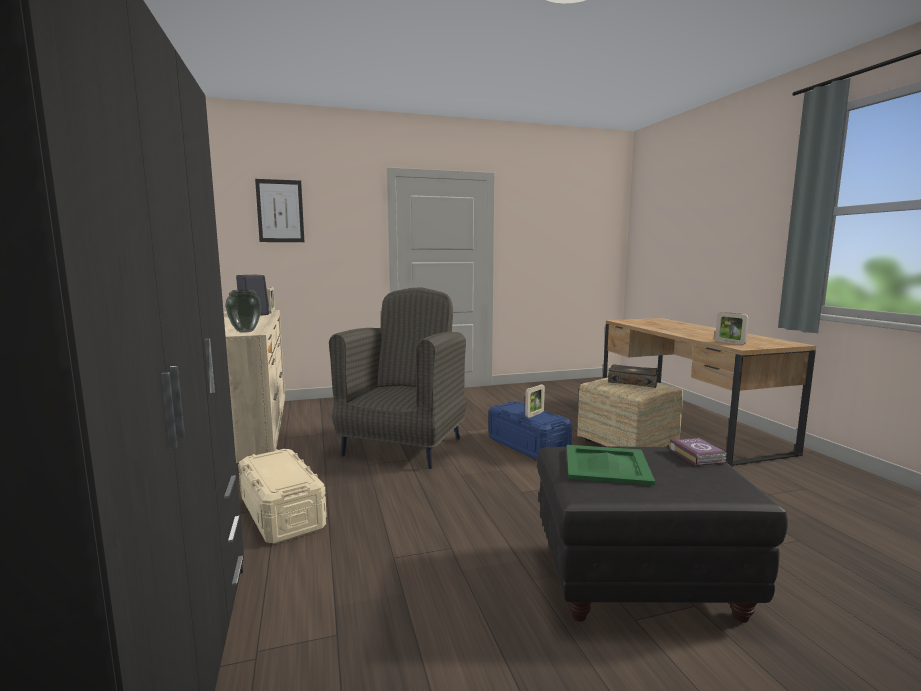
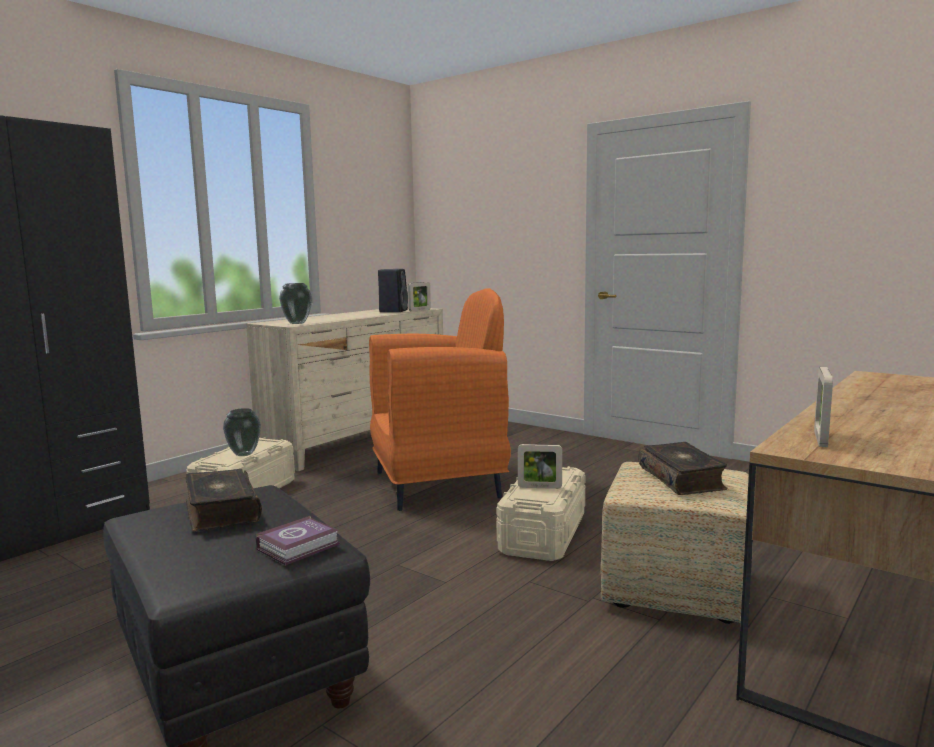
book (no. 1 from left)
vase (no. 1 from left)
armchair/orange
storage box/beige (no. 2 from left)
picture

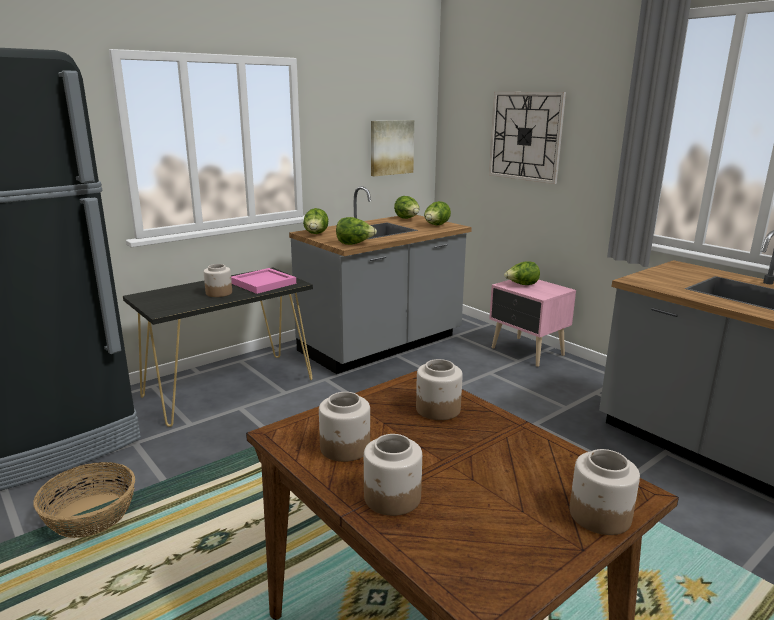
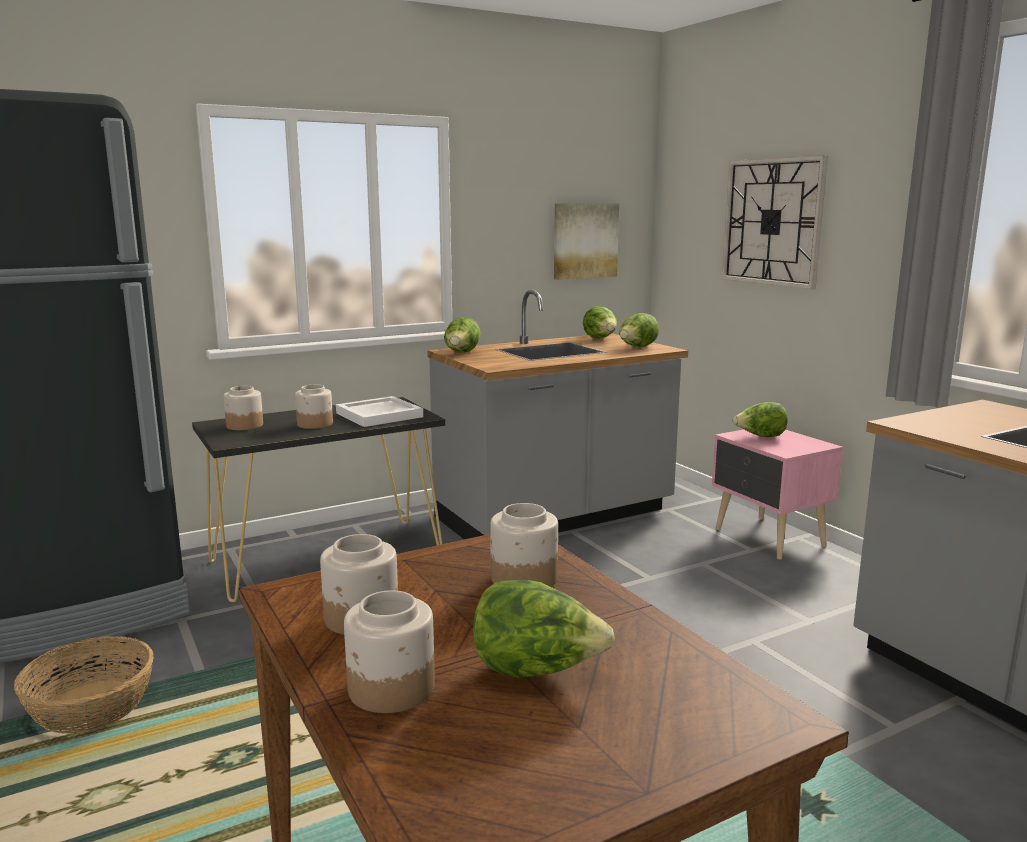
jar (no. 1 from left)
tray/white
lettuce (no. 2 from left)

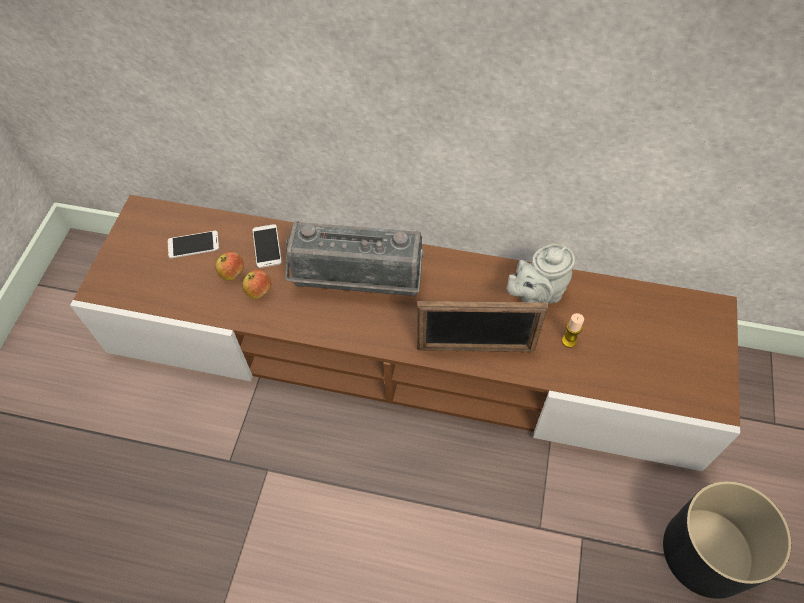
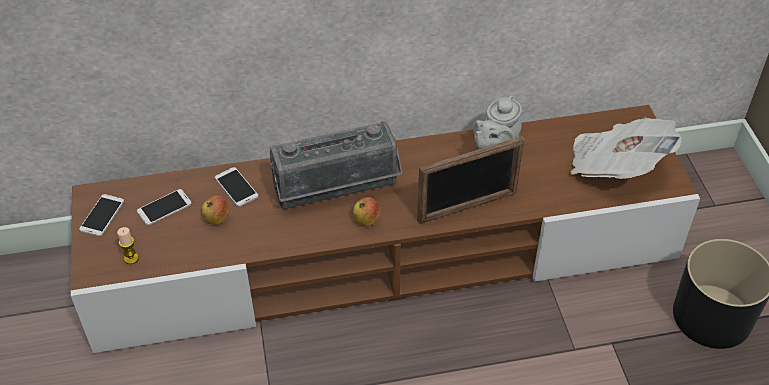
phone (no. 1 from left)
candle
apple (no. 2 from left)
newspaper

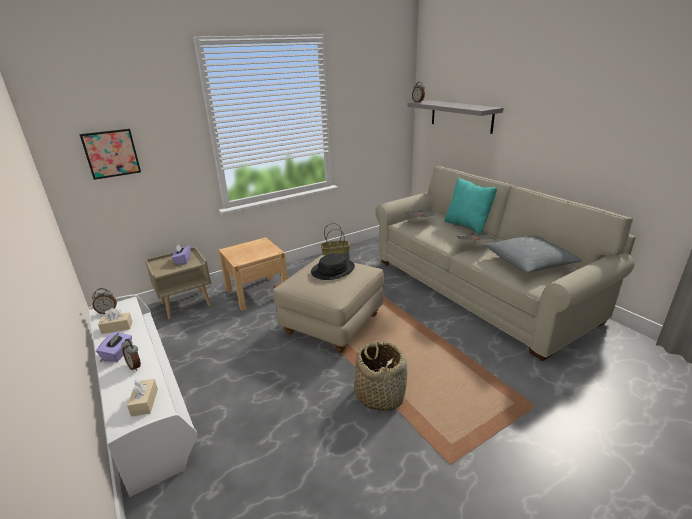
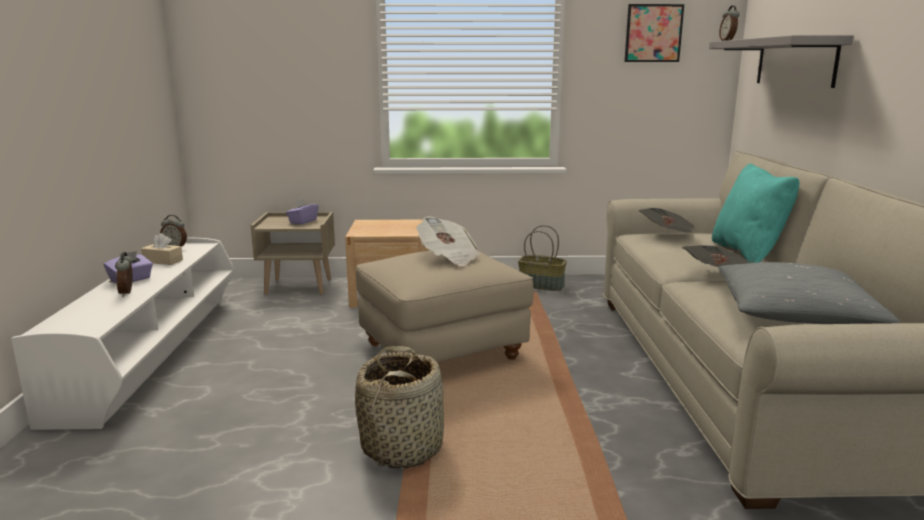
newspaper (no. 1 from left)
picture
tissue box/beige (no. 2 from left in the first image)

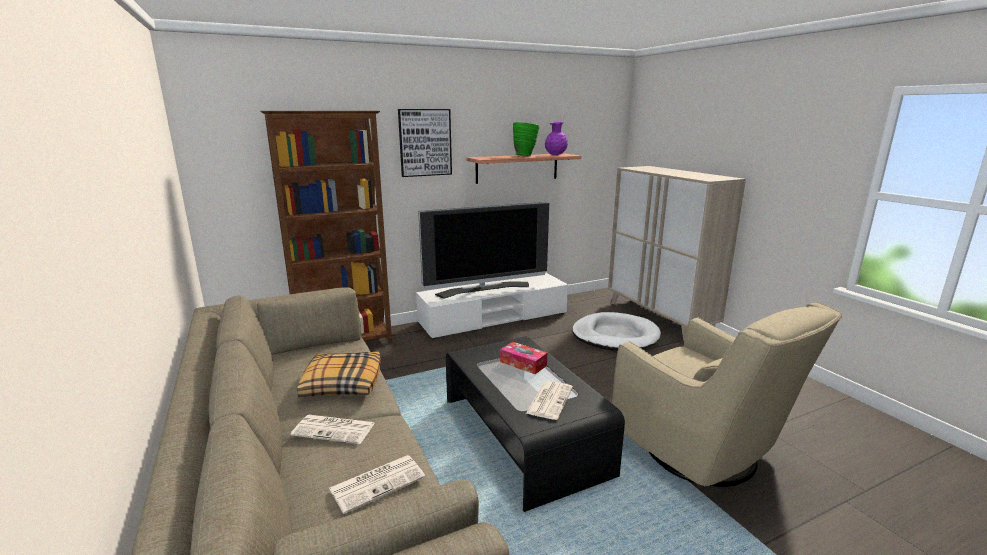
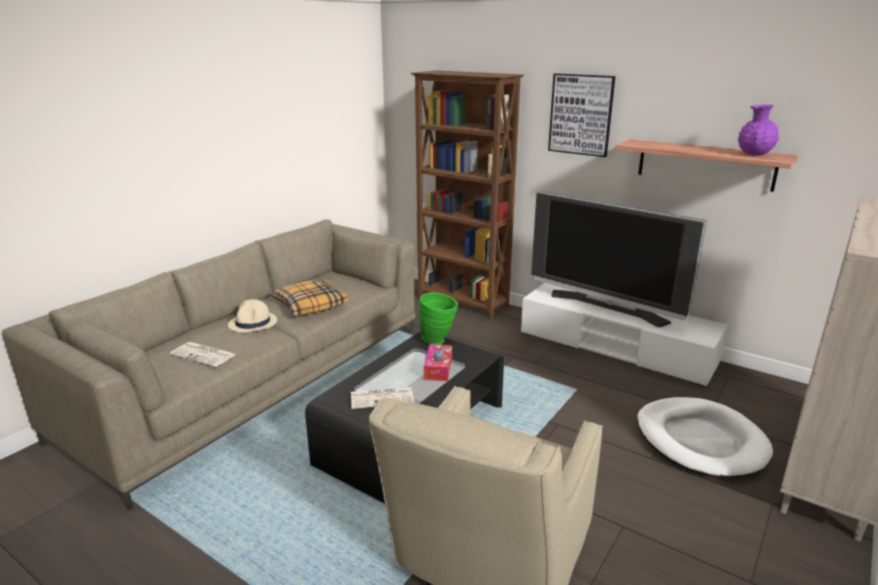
hat/beige
vase/green

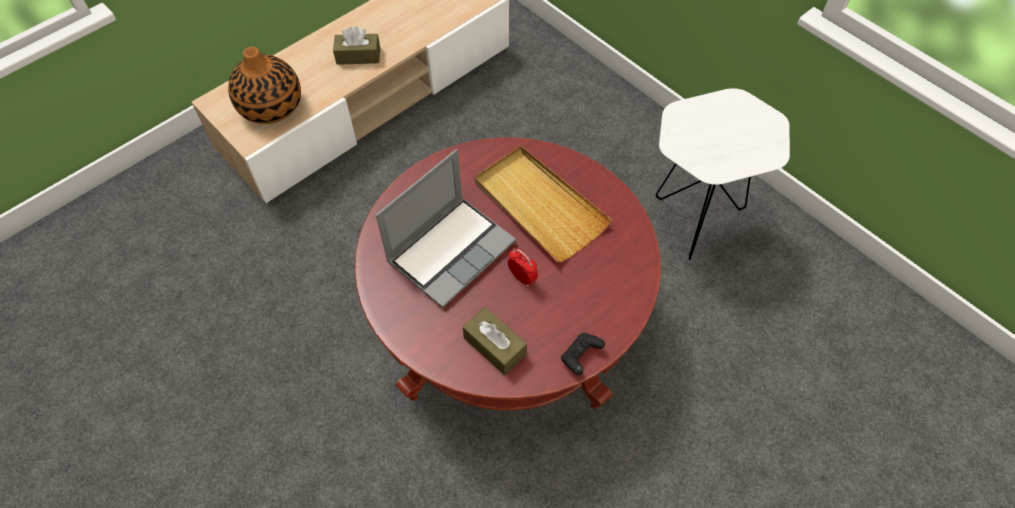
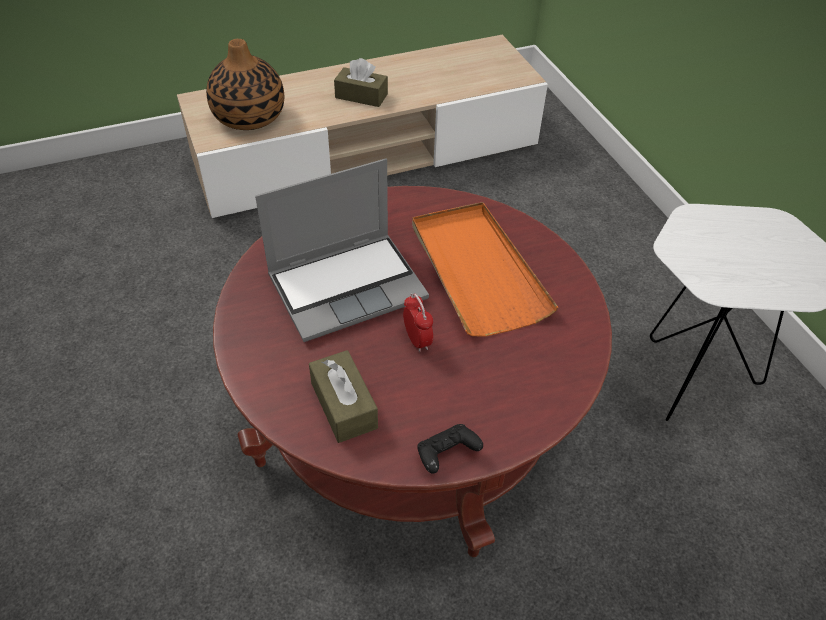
tray/orange

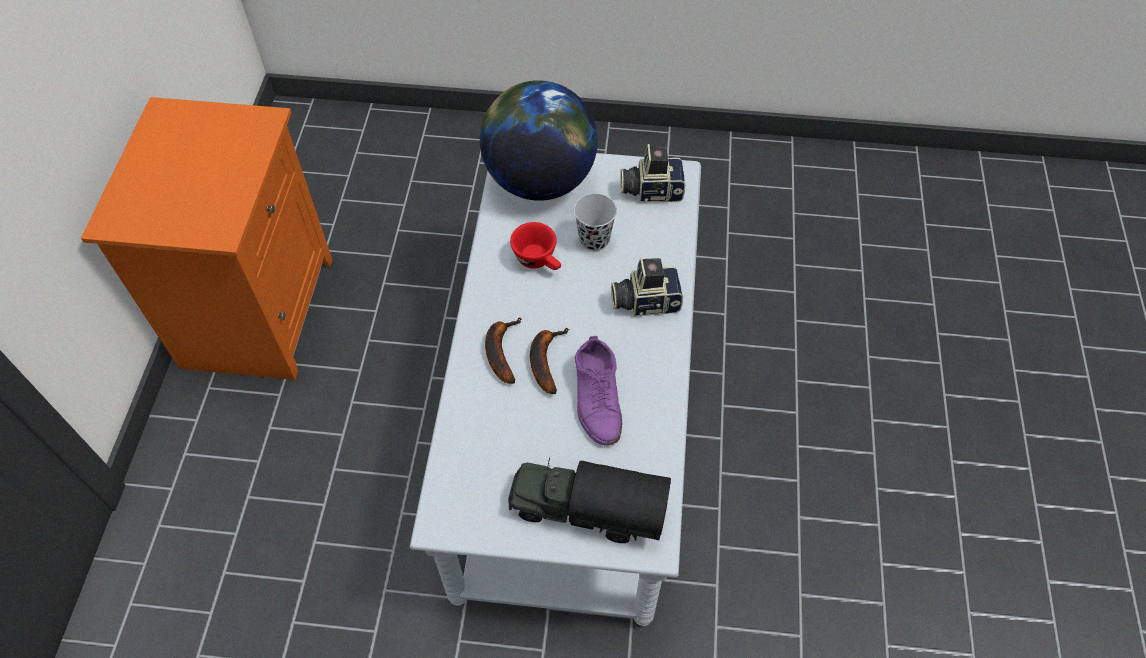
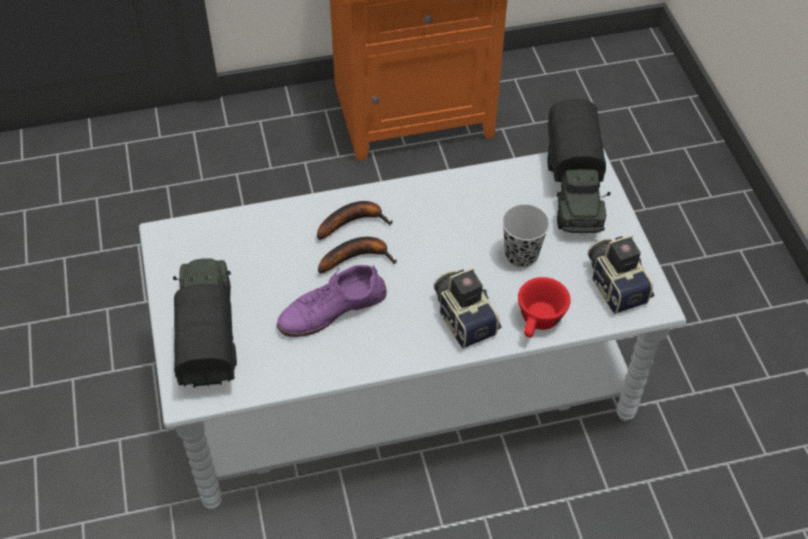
cup/red
toy truck (no. 2 from left)

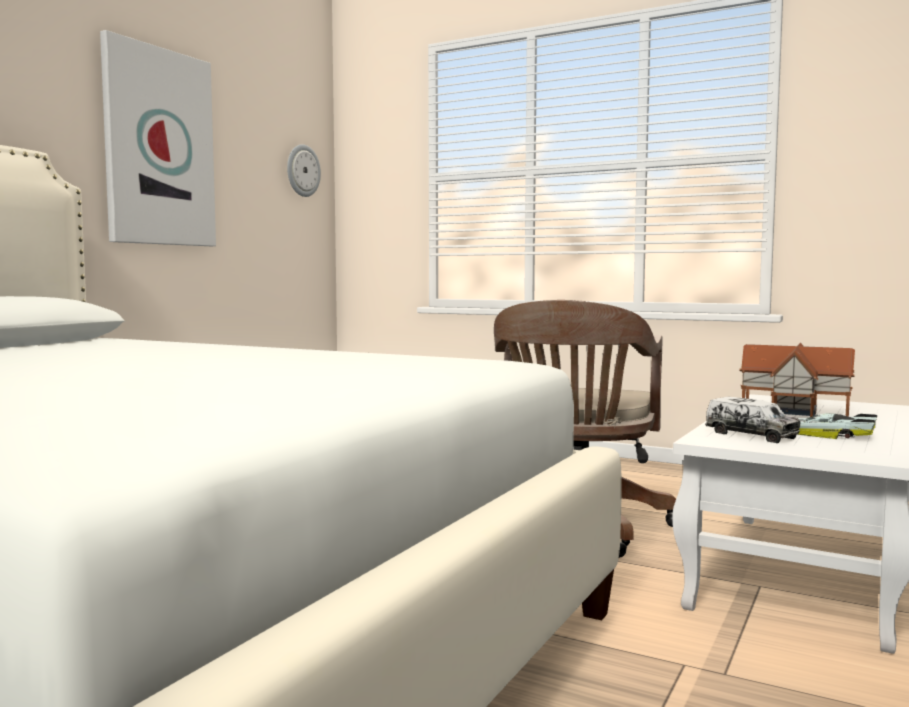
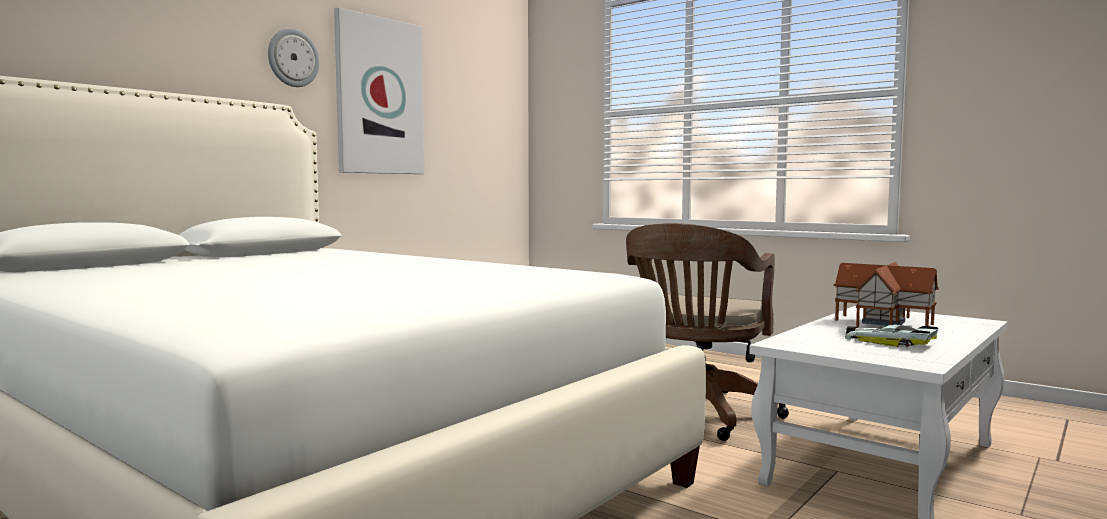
wall clock
toy truck

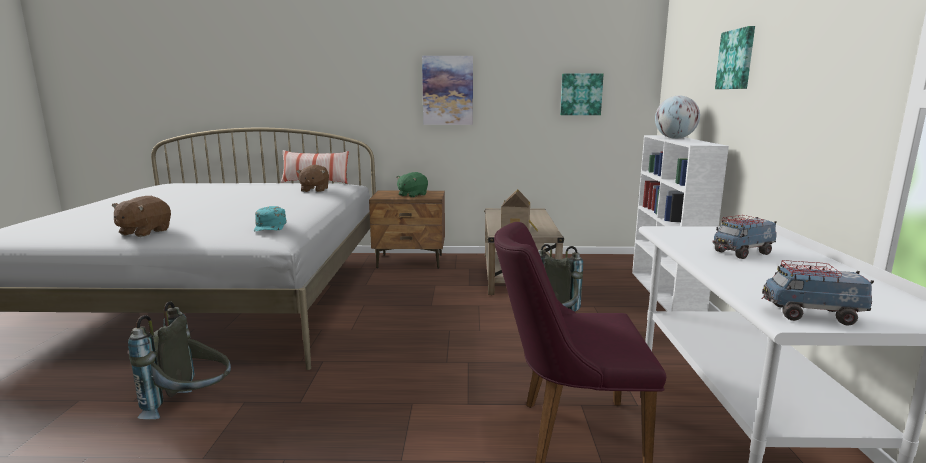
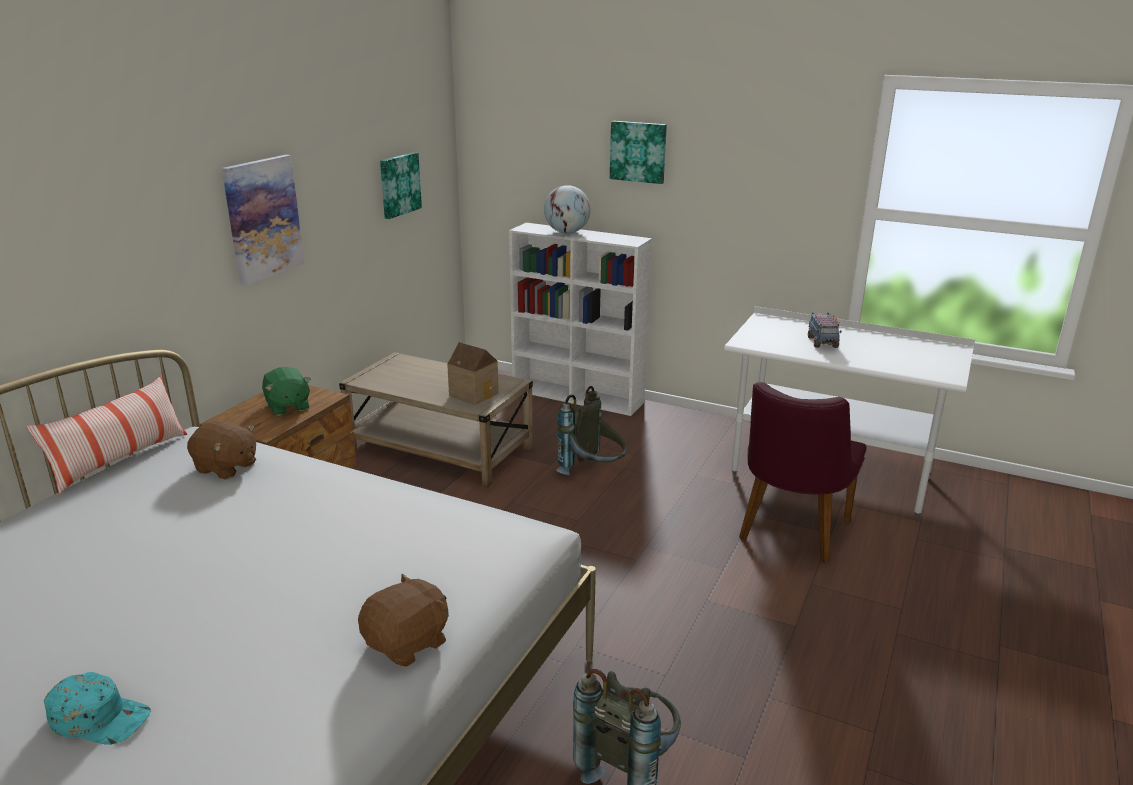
cap/turquoise
plush toy/brown (no. 2 from left)
toy truck (no. 2 from left in the first image)

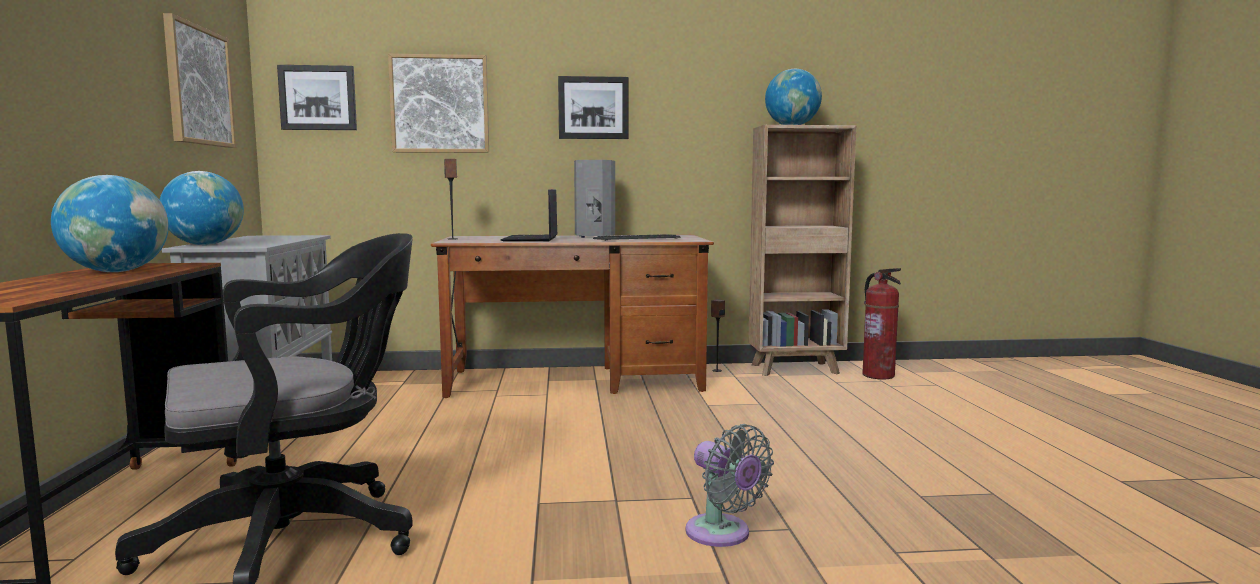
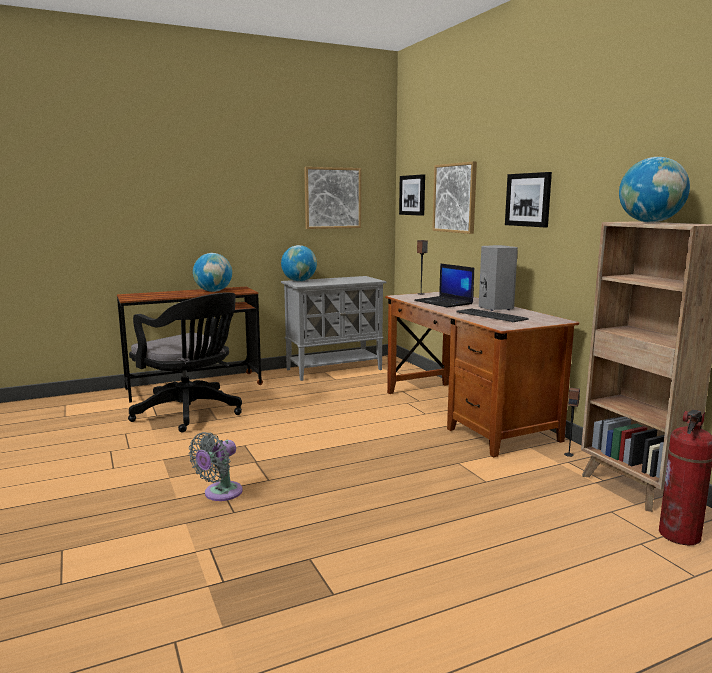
laptop

